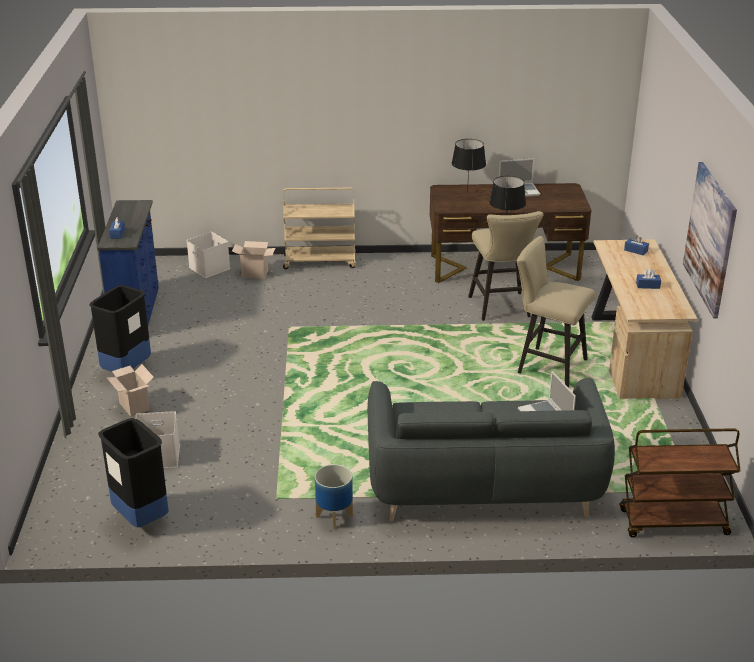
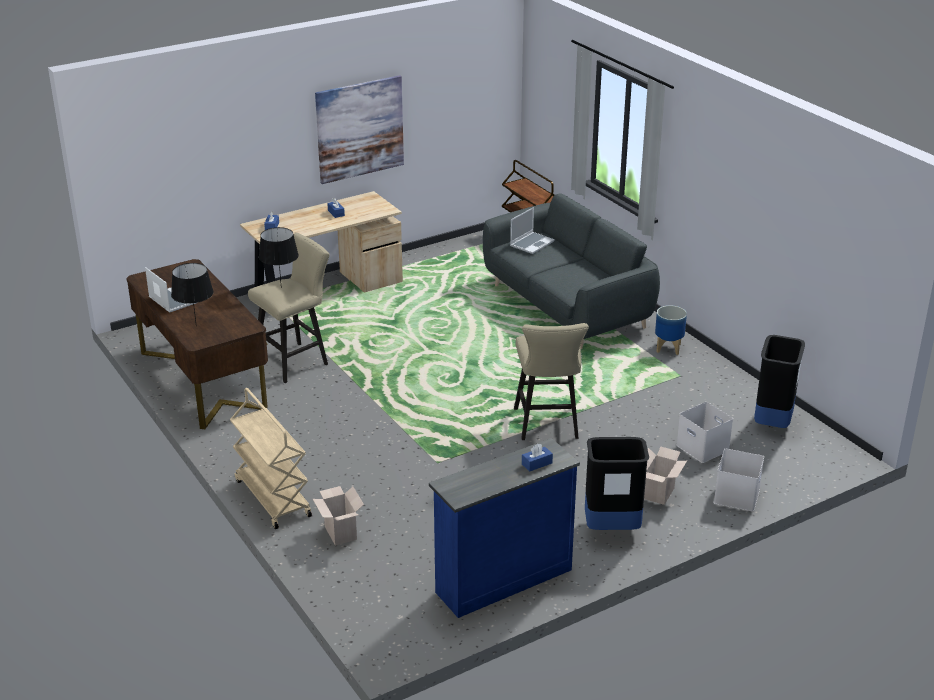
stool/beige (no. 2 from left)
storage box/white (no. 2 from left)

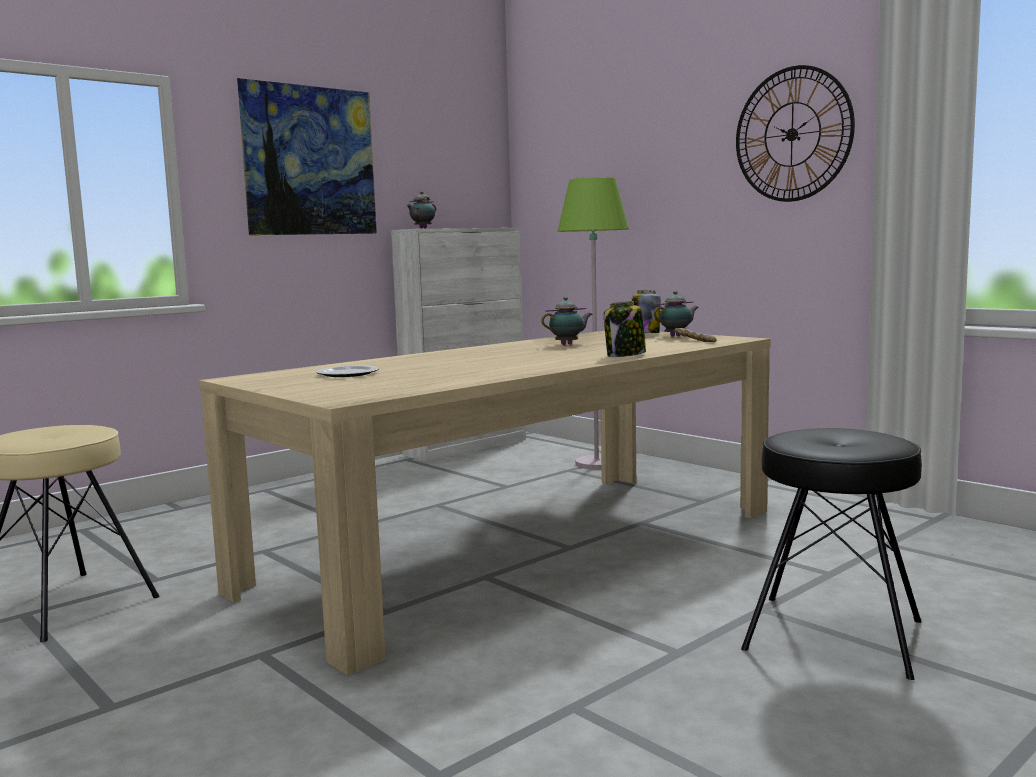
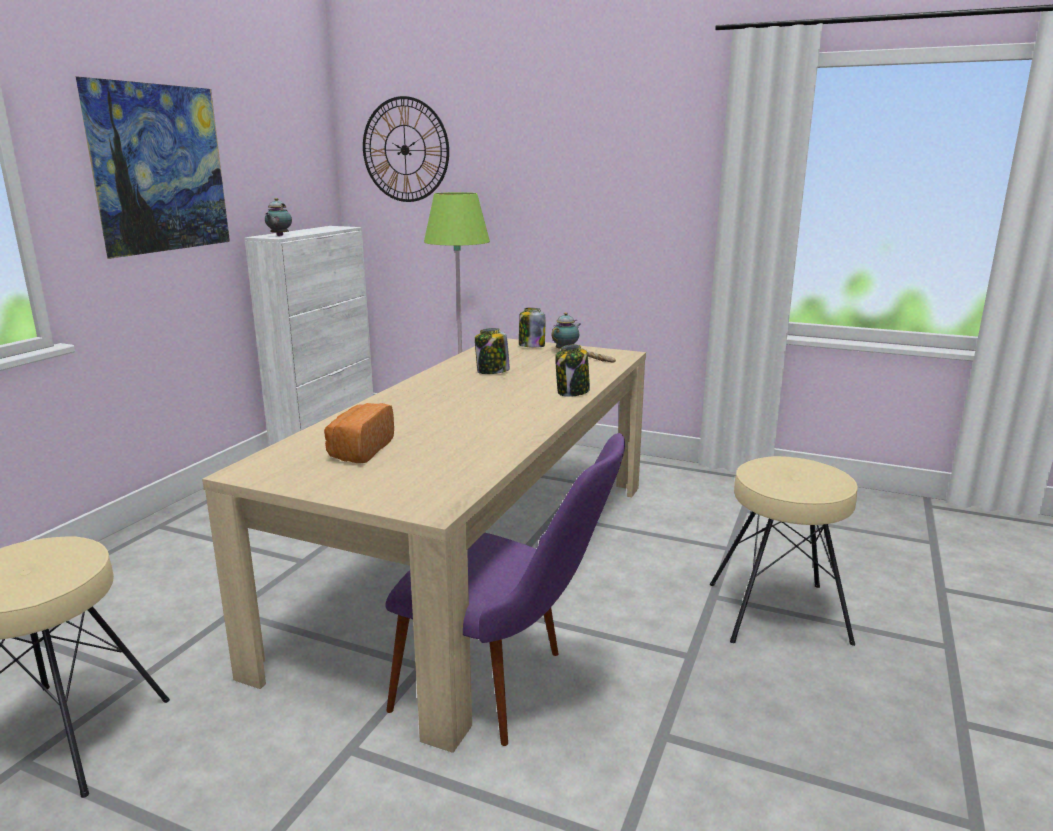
bread (no. 1 from left)
wall clock
chair/purple
jar (no. 1 from left)
stool/beige (no. 2 from left)

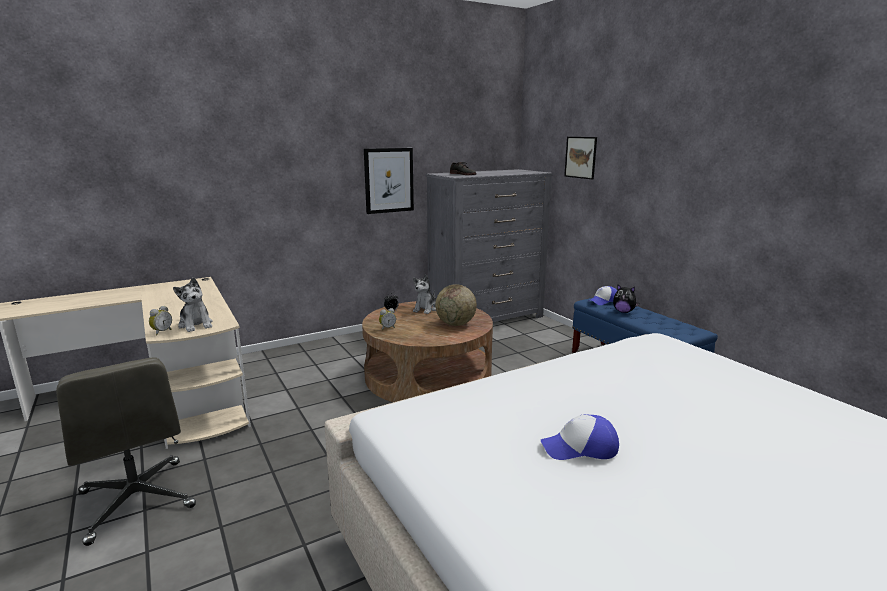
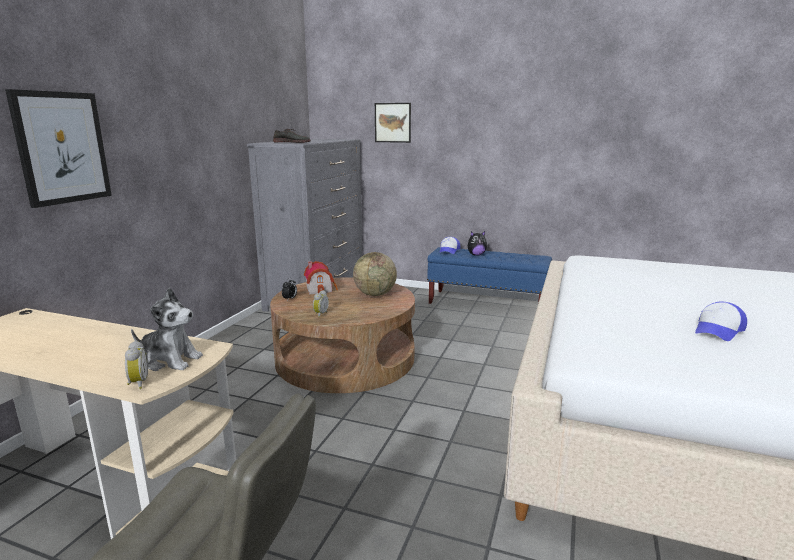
picture (no. 1 from left)
toy house

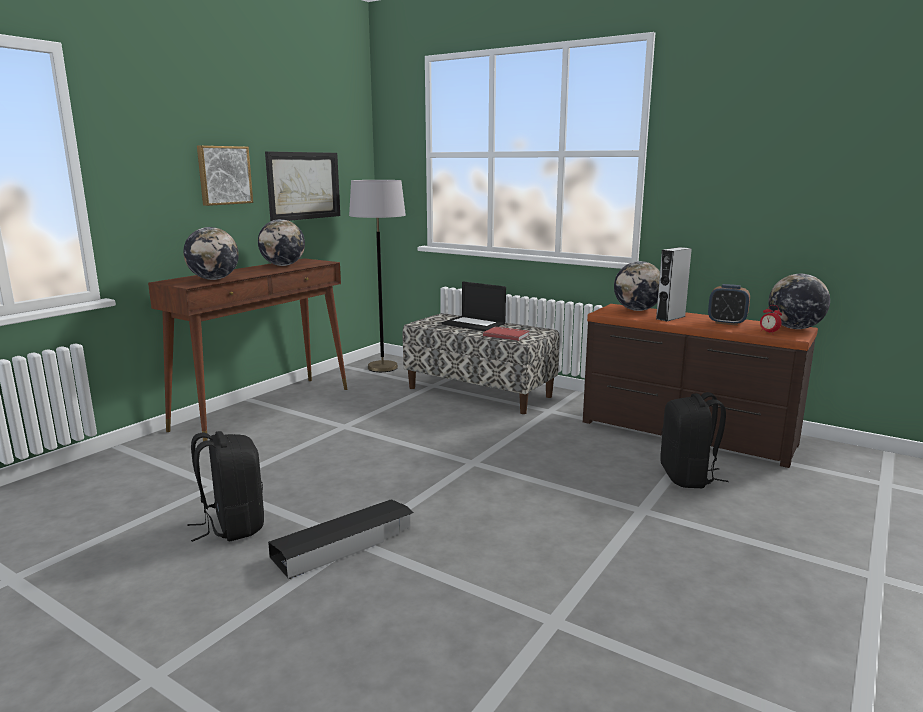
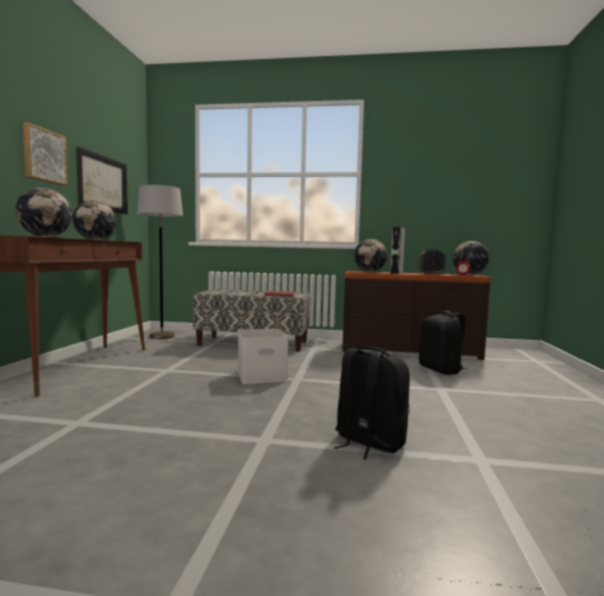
storage box/white
backpack/black (no. 1 from left)
storage box/black
laptop

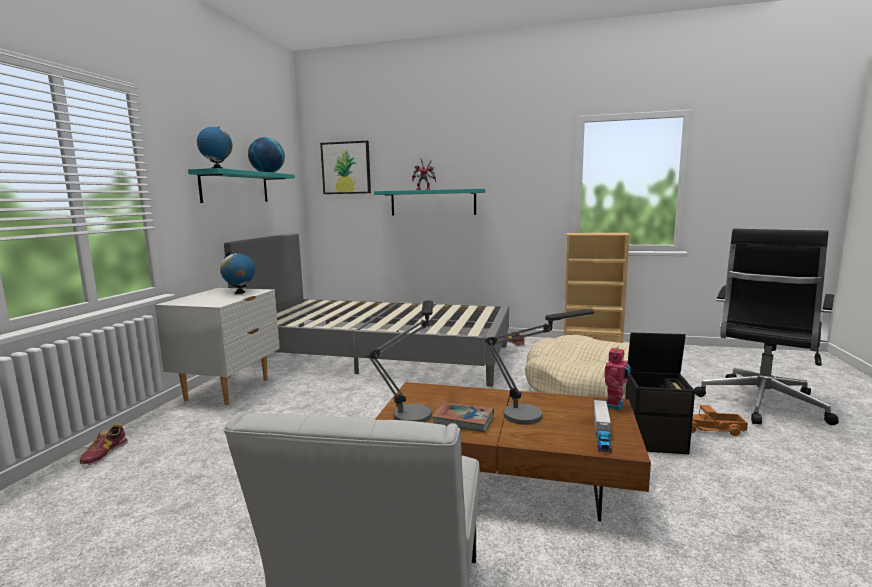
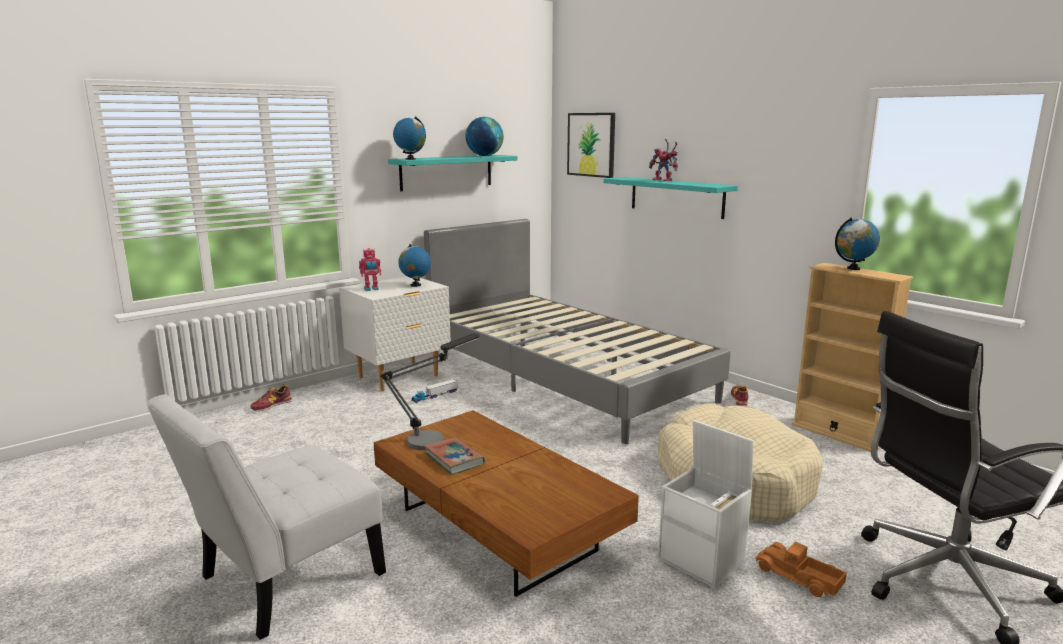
toy robot (no. 1 from left)
toy truck (no. 1 from left)
storage box/white
globe (no. 4 from left)
table lamp (no. 2 from left in the first image)

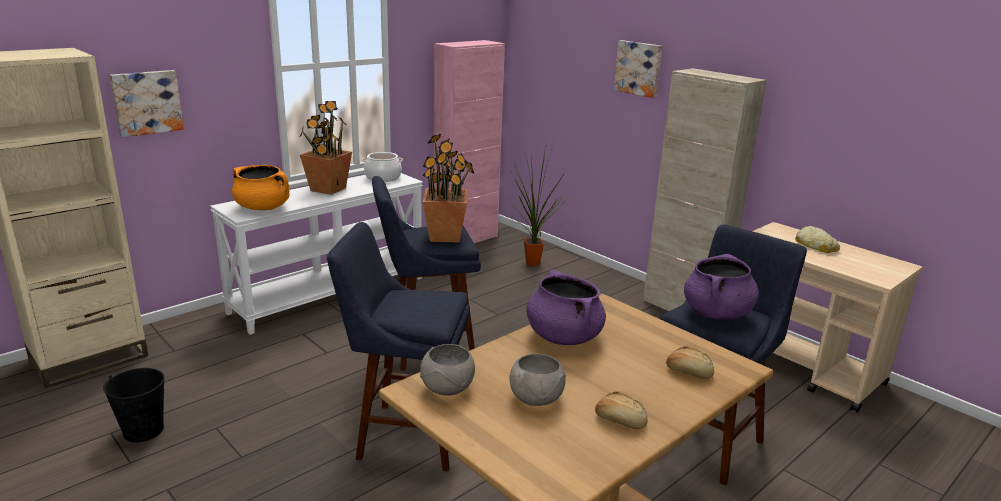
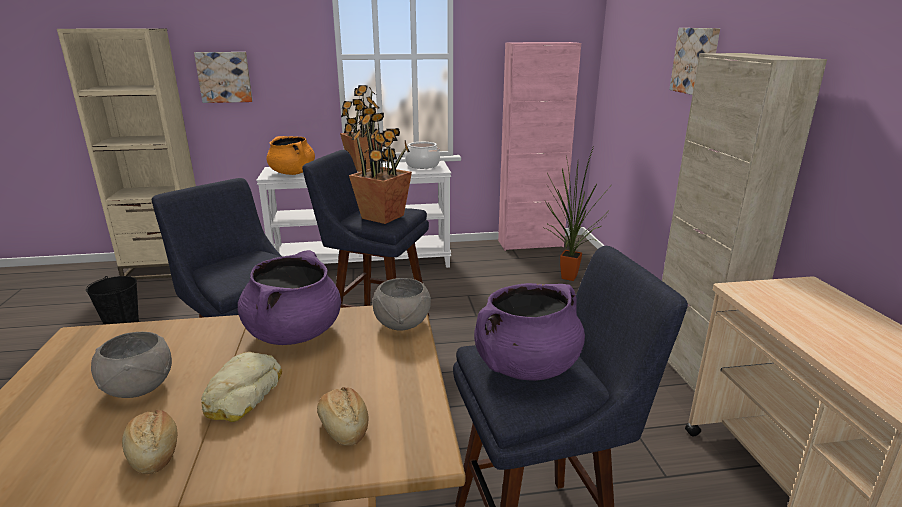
bread (no. 2 from left)
bowl/grey (no. 2 from left)

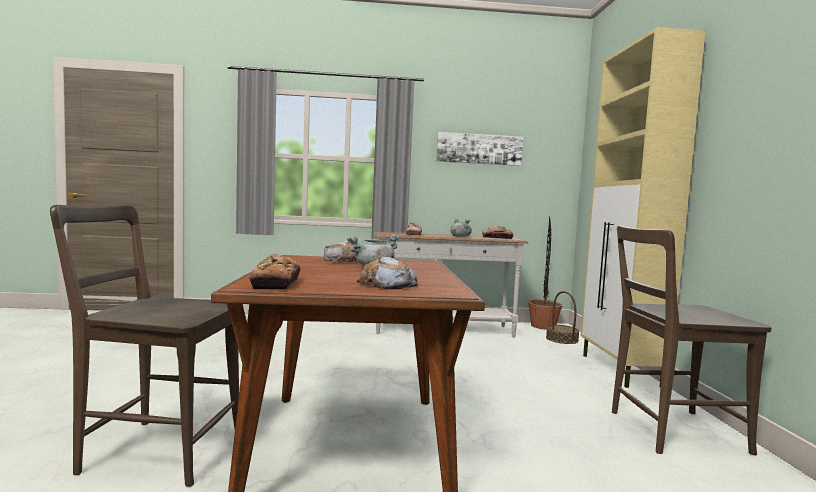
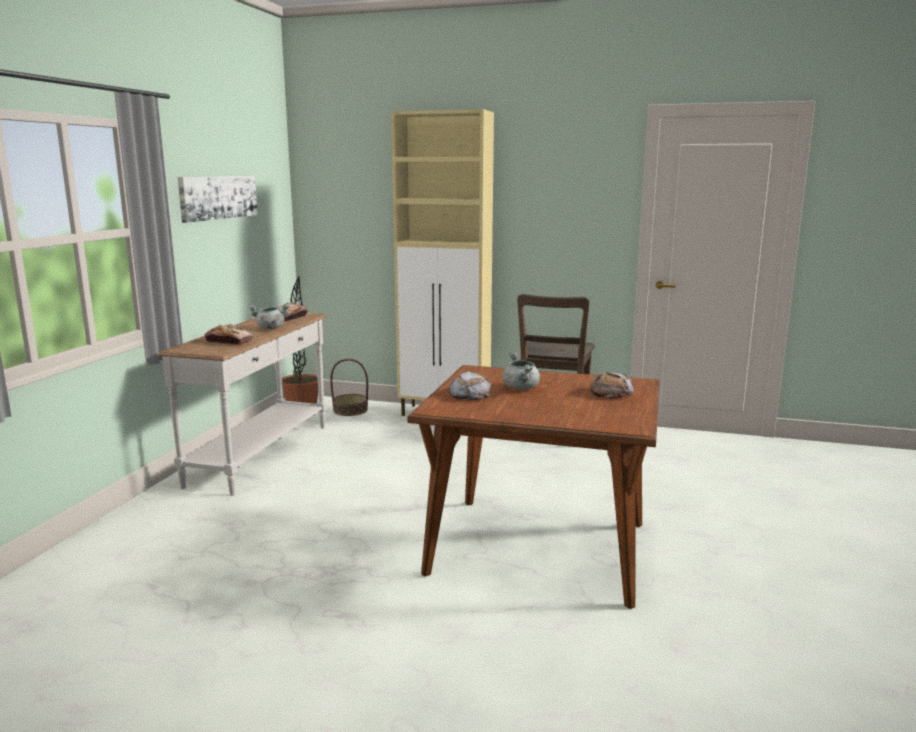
chair/brown (no. 1 from left in the first image)
bread (no. 1 from left in the first image)

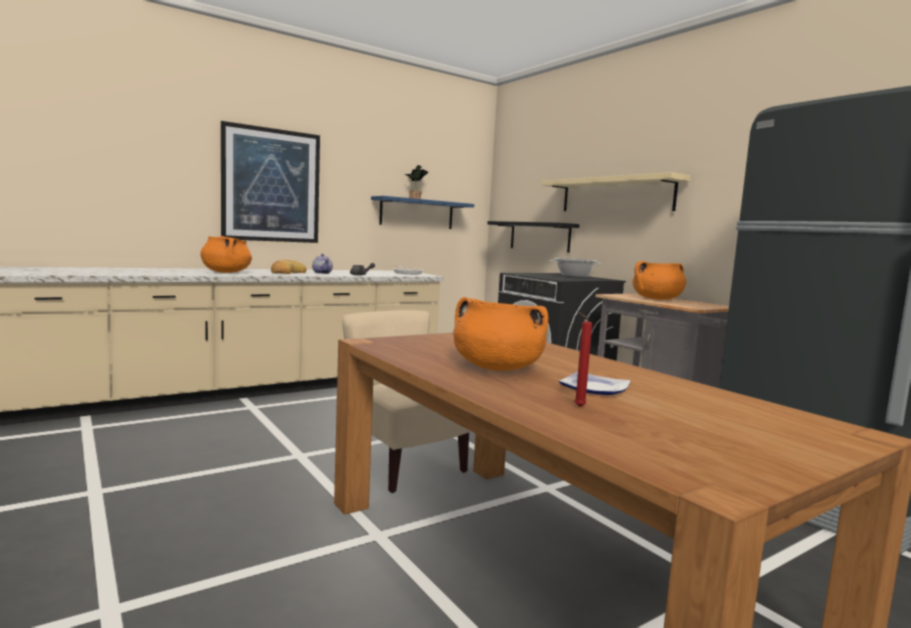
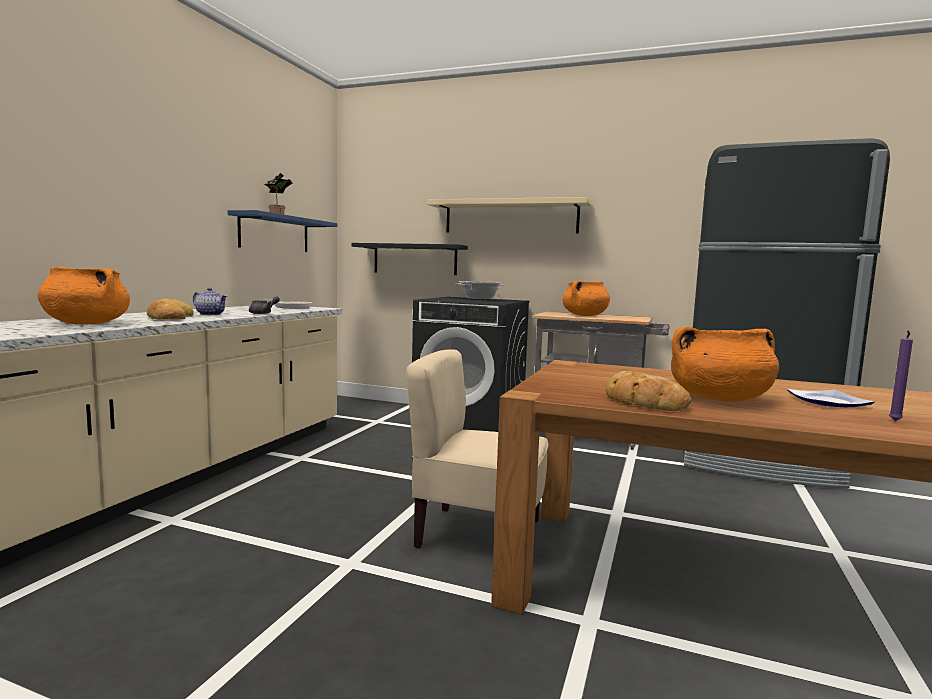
bread (no. 2 from left)
candle/purple
picture

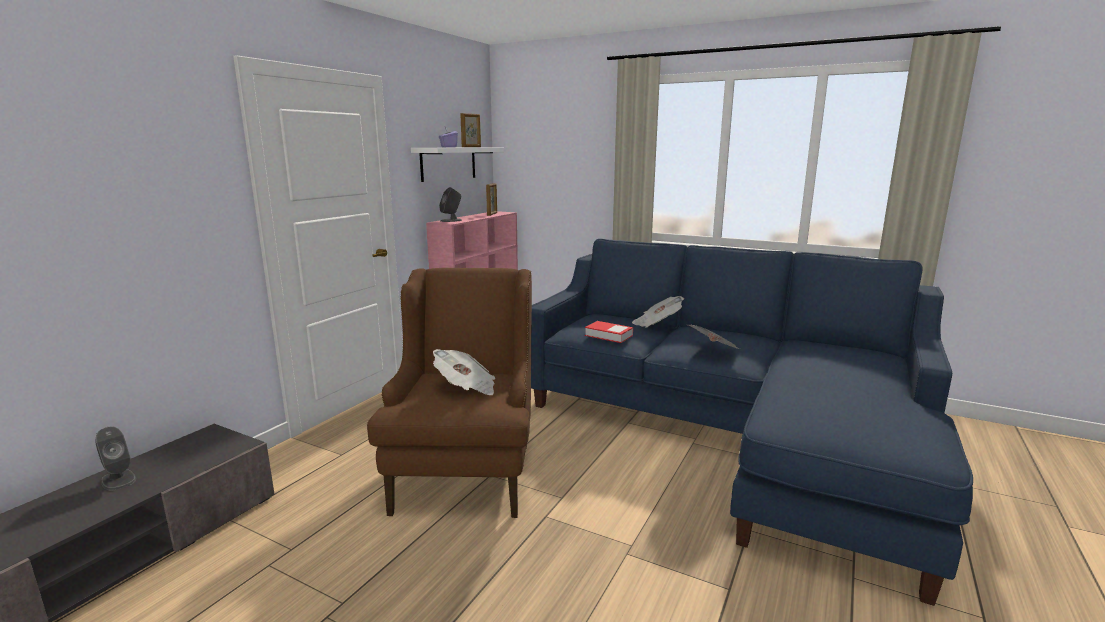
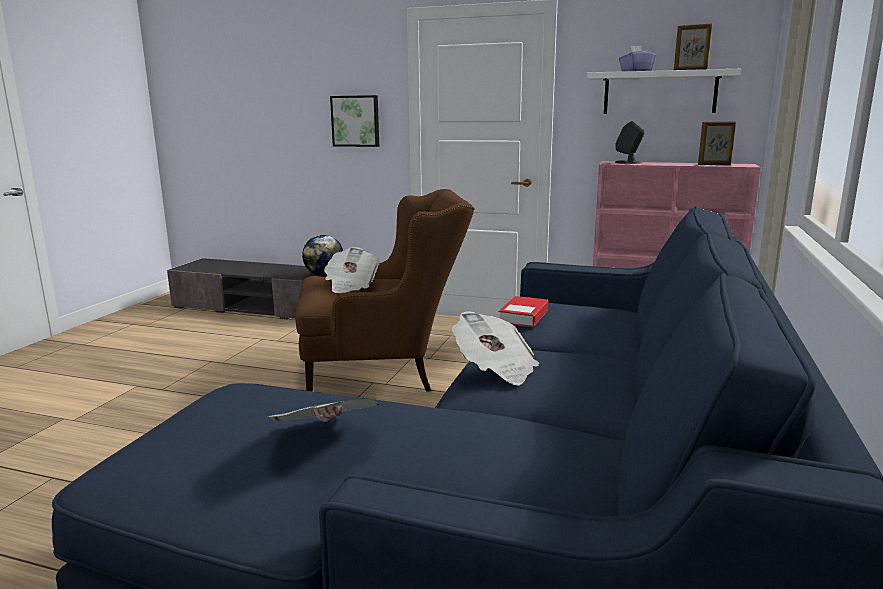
newspaper (no. 1 from left)
globe
picture
speaker/grey (no. 1 from left in the first image)

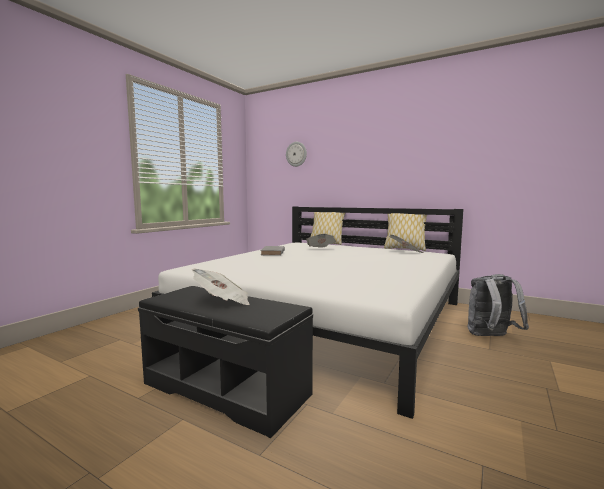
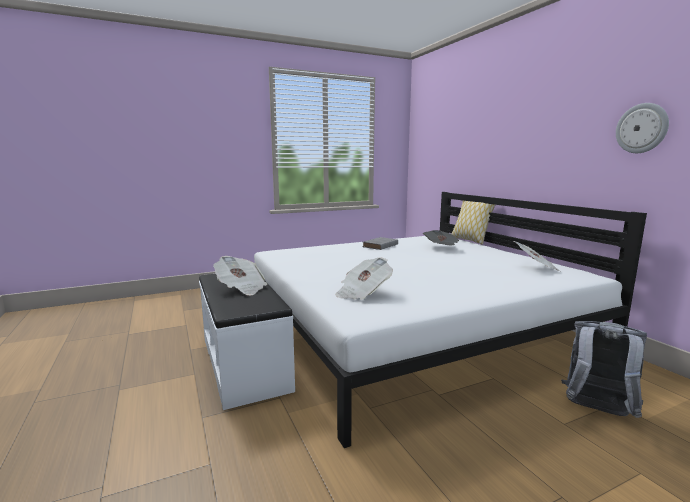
bench/white
newspaper (no. 2 from left)
wall clock
pillow (no. 2 from left in the first image)

